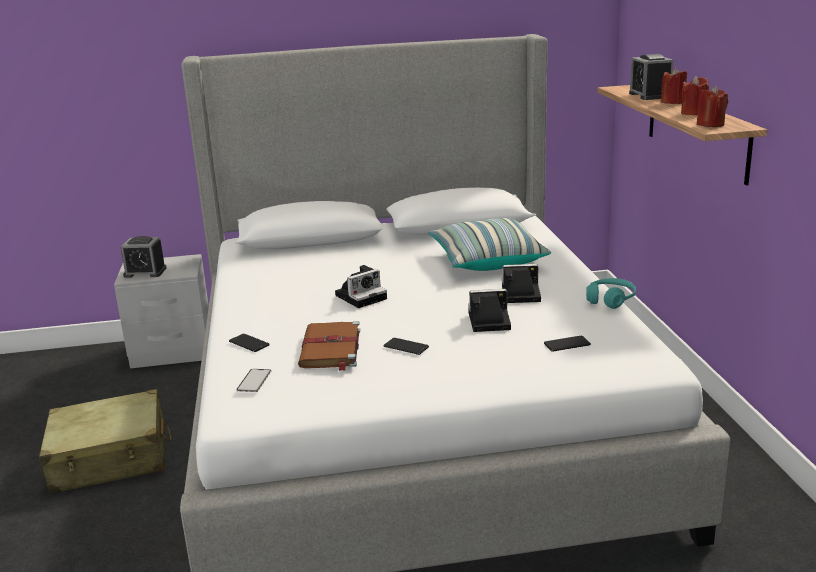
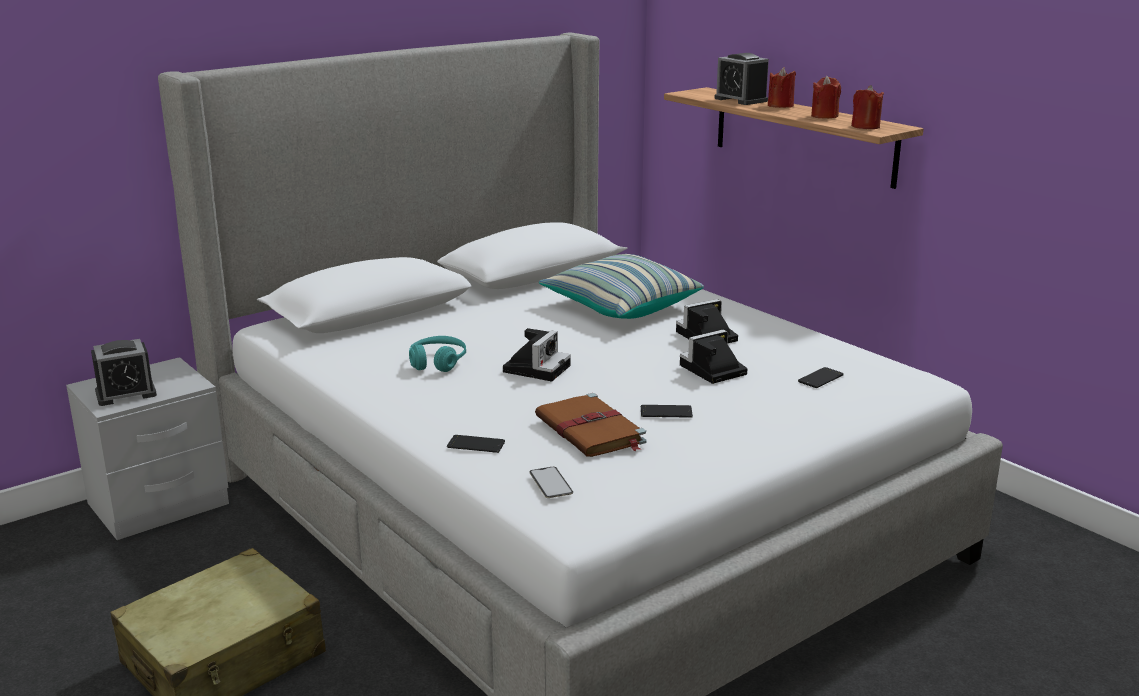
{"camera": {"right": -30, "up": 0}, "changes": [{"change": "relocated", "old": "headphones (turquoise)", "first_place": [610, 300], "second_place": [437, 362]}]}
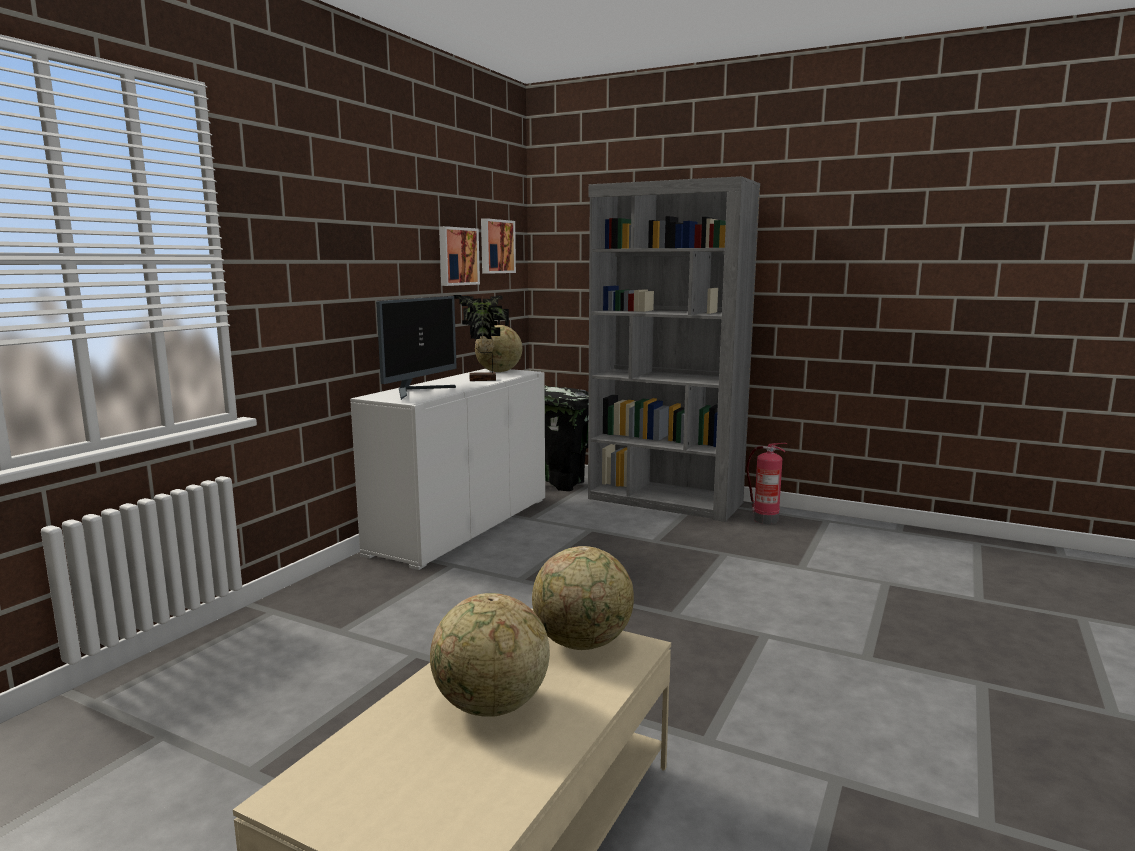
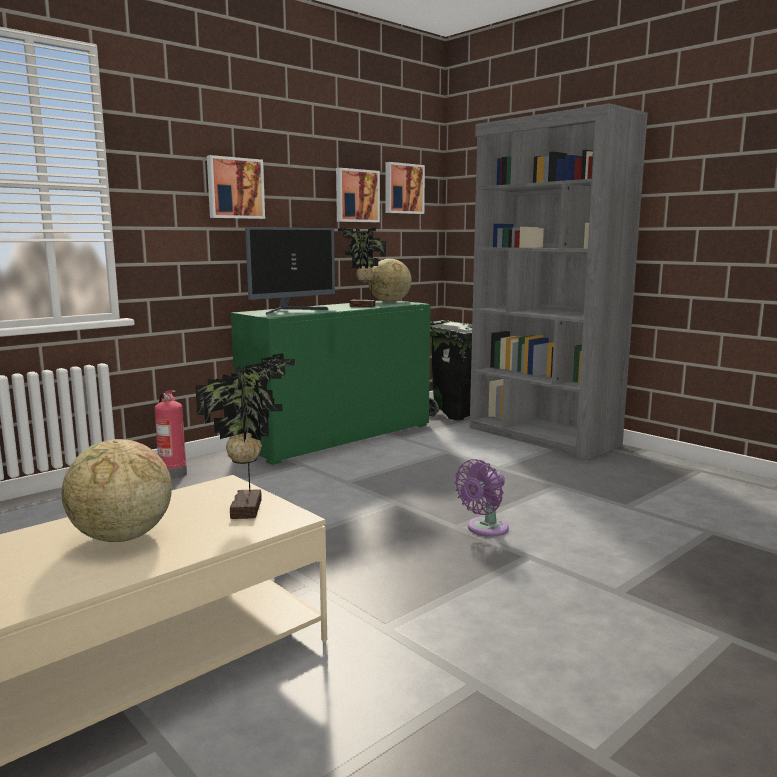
{"camera": {"right": 20, "up": 0}, "changes": [{"change": "colour", "old": "cabinet (white)", "new": "cabinet (green)", "first_place": [462, 525], "second_place": [338, 437]}, {"change": "relocated", "old": "fire extinguisher", "first_place": [764, 519], "second_place": [171, 474]}, {"change": "exchanged", "old": "globe", "new": "potted plant", "first_place": [583, 643], "second_place": [250, 509]}, {"change": "appeared", "new": "picture", "second_place": [235, 188]}, {"change": "appeared", "new": "fan (purple)", "second_place": [484, 529]}]}
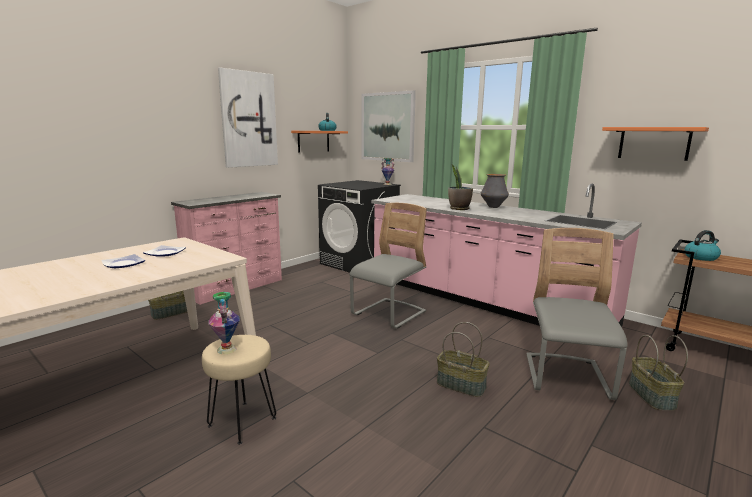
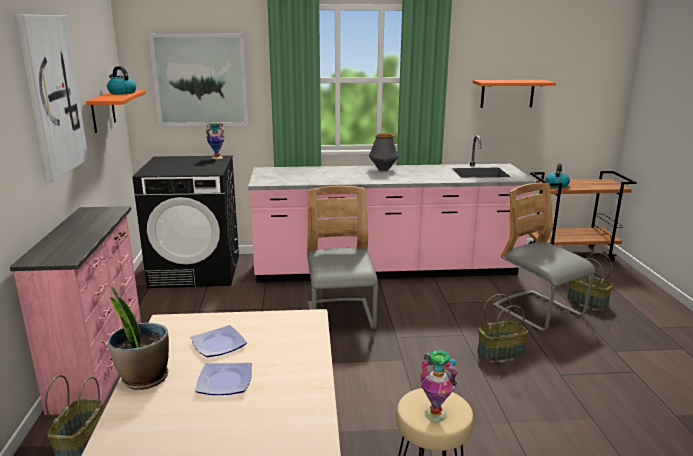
{"camera": {"right": -45, "up": 5}, "changes": [{"change": "relocated", "old": "potted plant", "first_place": [459, 209], "second_place": [144, 378]}]}
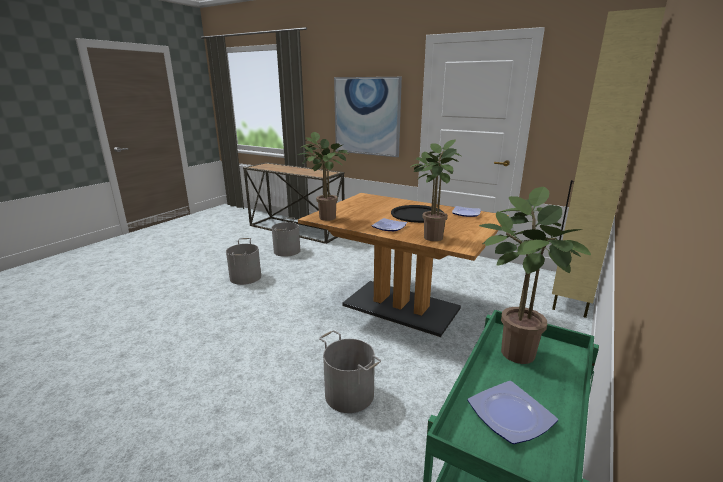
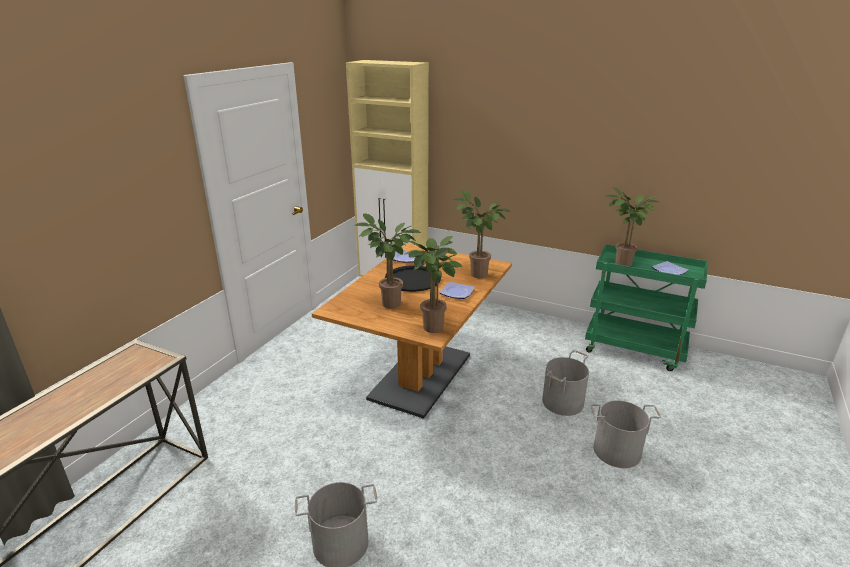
{"camera": {"right": -95, "up": 5}, "changes": [{"change": "missing", "old": "picture", "first_place": [367, 116]}, {"change": "relocated", "old": "bucket (grey)", "first_place": [287, 251], "second_place": [616, 450]}, {"change": "appeared", "new": "potted plant", "second_place": [388, 305]}]}
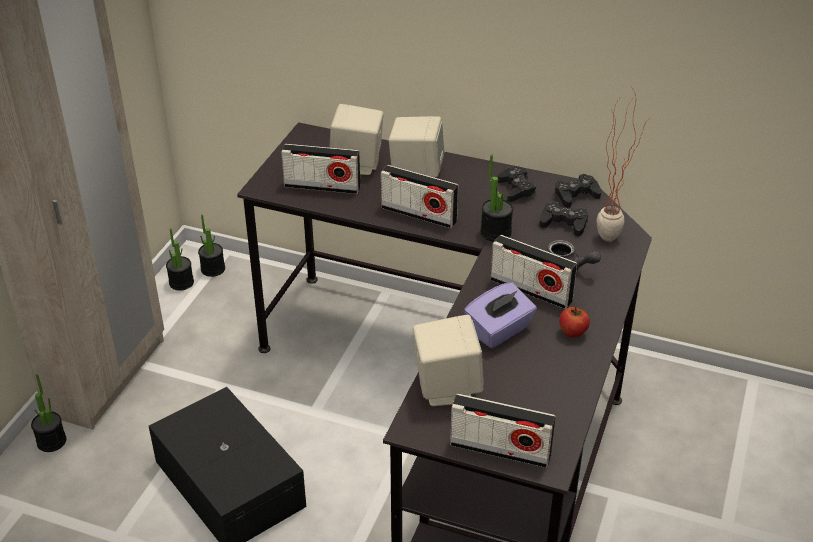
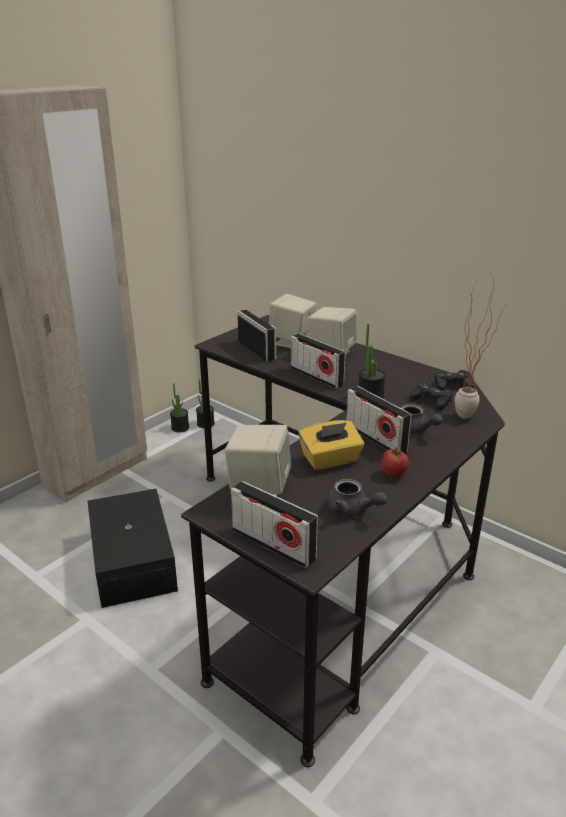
{"camera": {"right": 20, "up": -10}, "changes": [{"change": "spun", "old": "radio", "first_place": [322, 187], "second_place": [256, 350], "degrees": -150}, {"change": "missing", "old": "game controller (black)", "first_place": [516, 189]}, {"change": "colour", "old": "tissue box (purple)", "new": "tissue box (yellow)", "first_place": [499, 331], "second_place": [330, 460]}, {"change": "missing", "old": "potted plant", "first_place": [51, 441]}, {"change": "appeared", "new": "teapot (grey)", "second_place": [352, 510]}]}
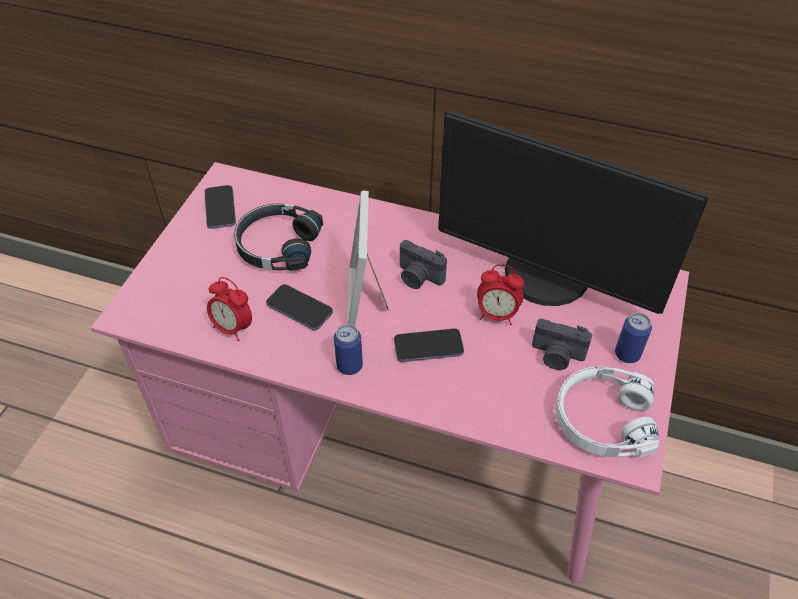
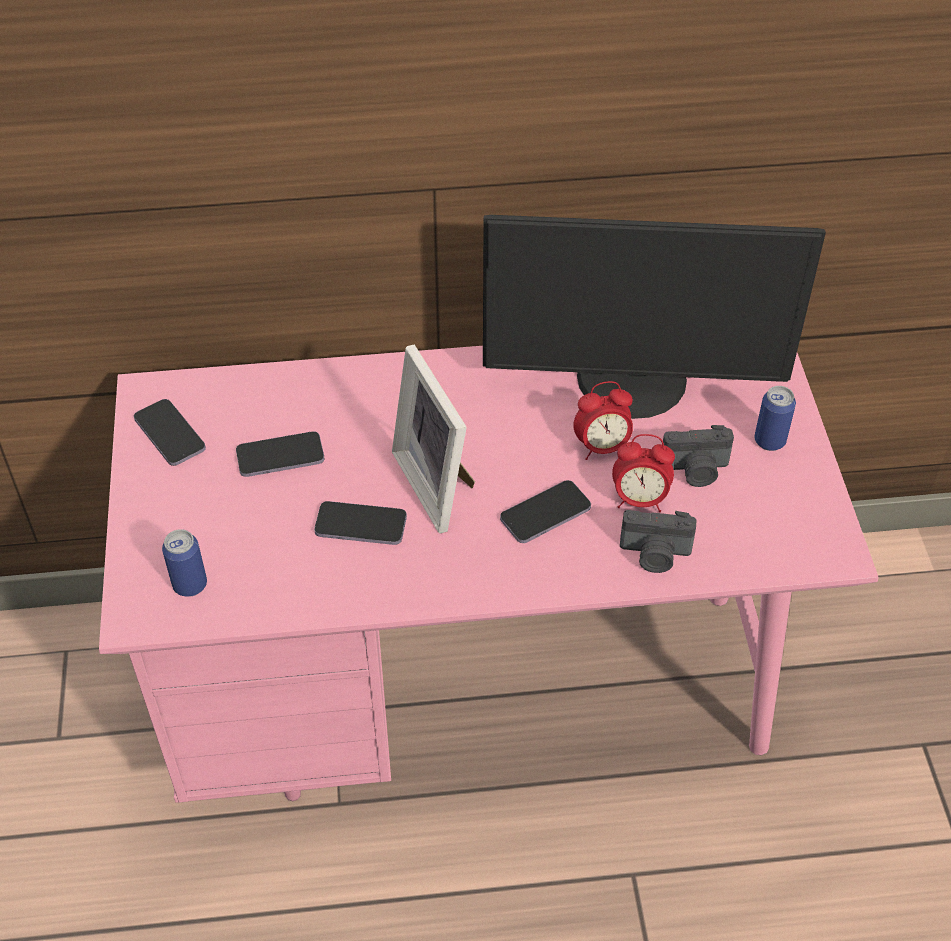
{"camera": {"right": -25, "up": 0}, "changes": [{"change": "exchanged", "old": "headphones (black)", "new": "phone", "first_place": [277, 245], "second_place": [280, 456]}, {"change": "relocated", "old": "photo camera", "first_place": [418, 277], "second_place": [654, 555]}, {"change": "relocated", "old": "alarm clock", "first_place": [233, 328], "second_place": [639, 500]}, {"change": "relocated", "old": "can", "first_place": [349, 366], "second_place": [190, 585]}, {"change": "missing", "old": "headphones (white)", "first_place": [602, 419]}]}
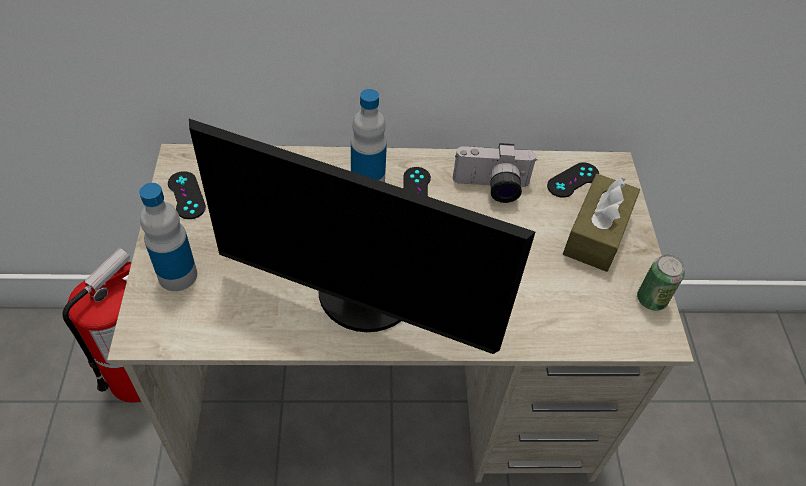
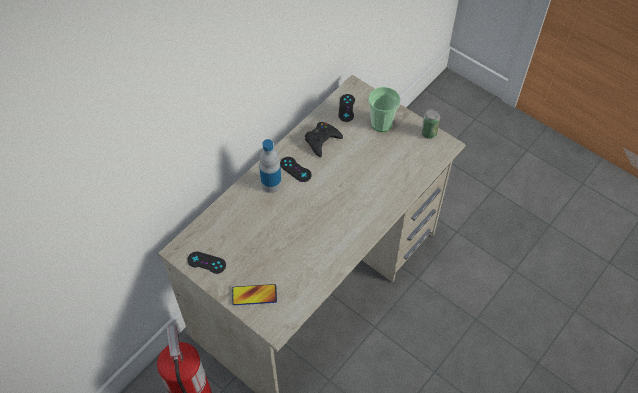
{"camera": {"right": -45, "up": 5}, "changes": [{"change": "missing", "old": "monitor", "first_place": [363, 299]}, {"change": "exchanged", "old": "photo camera", "new": "game controller (black)", "first_place": [491, 188], "second_place": [322, 140]}, {"change": "exchanged", "old": "tissue box (brown)", "new": "cup", "first_place": [596, 233], "second_place": [381, 123]}, {"change": "exchanged", "old": "bottle", "new": "phone", "first_place": [177, 275], "second_place": [254, 295]}]}
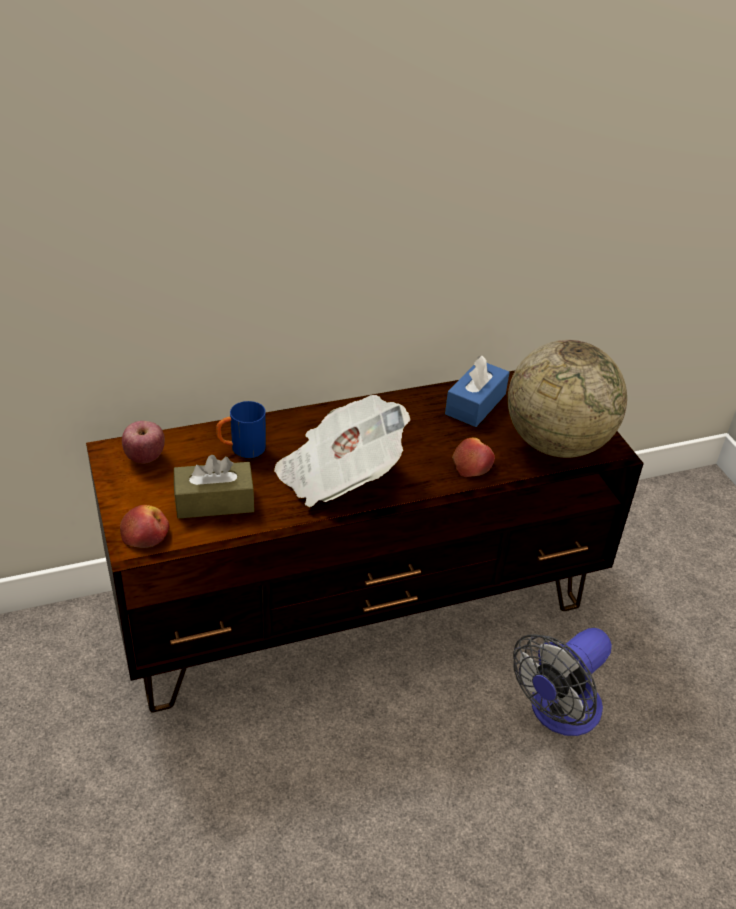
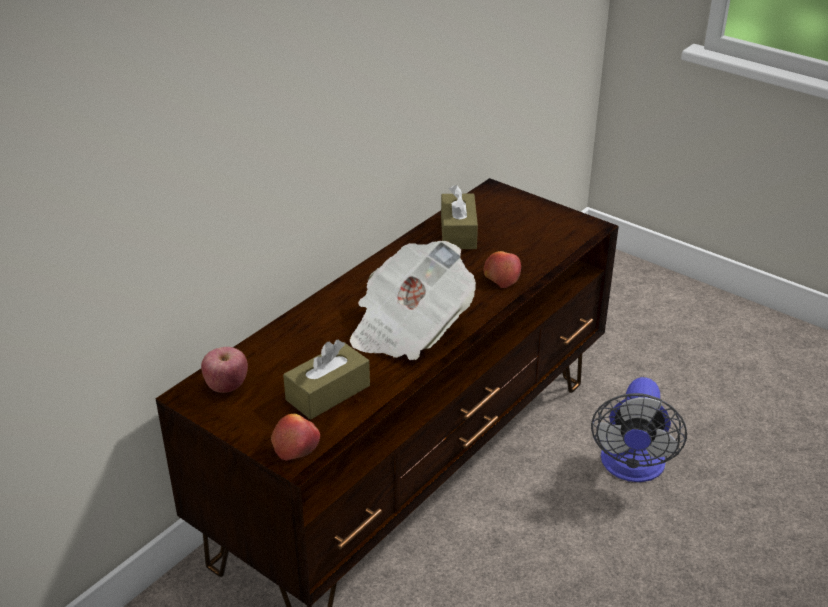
{"camera": {"right": -30, "up": -5}, "changes": [{"change": "missing", "old": "globe", "first_place": [556, 443]}, {"change": "colour", "old": "tissue box (blue)", "new": "tissue box (brown)", "first_place": [475, 404], "second_place": [458, 232]}, {"change": "missing", "old": "mug (blue)", "first_place": [241, 449]}]}
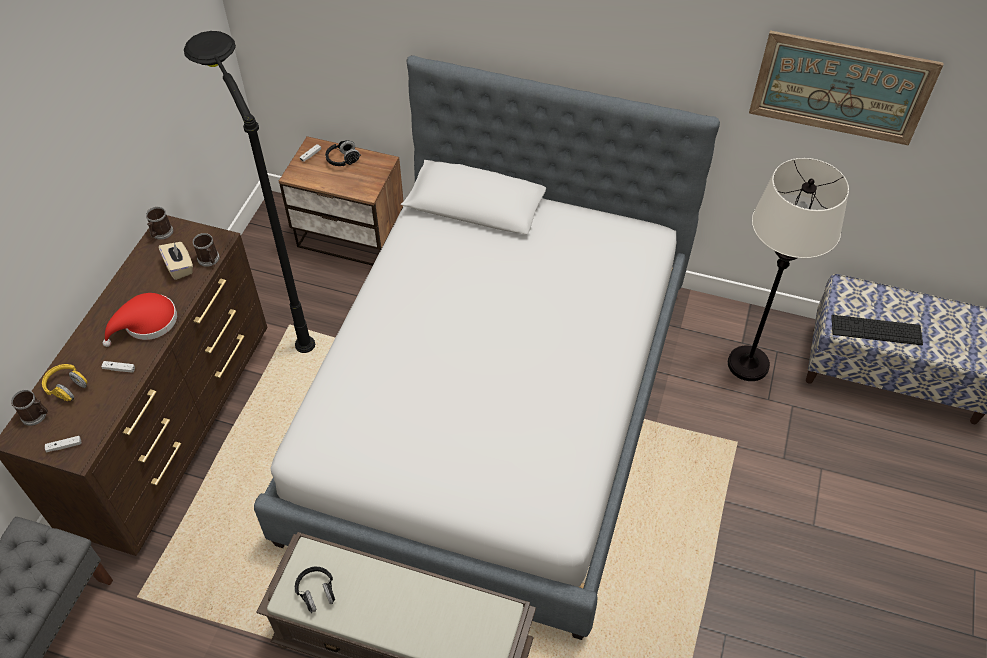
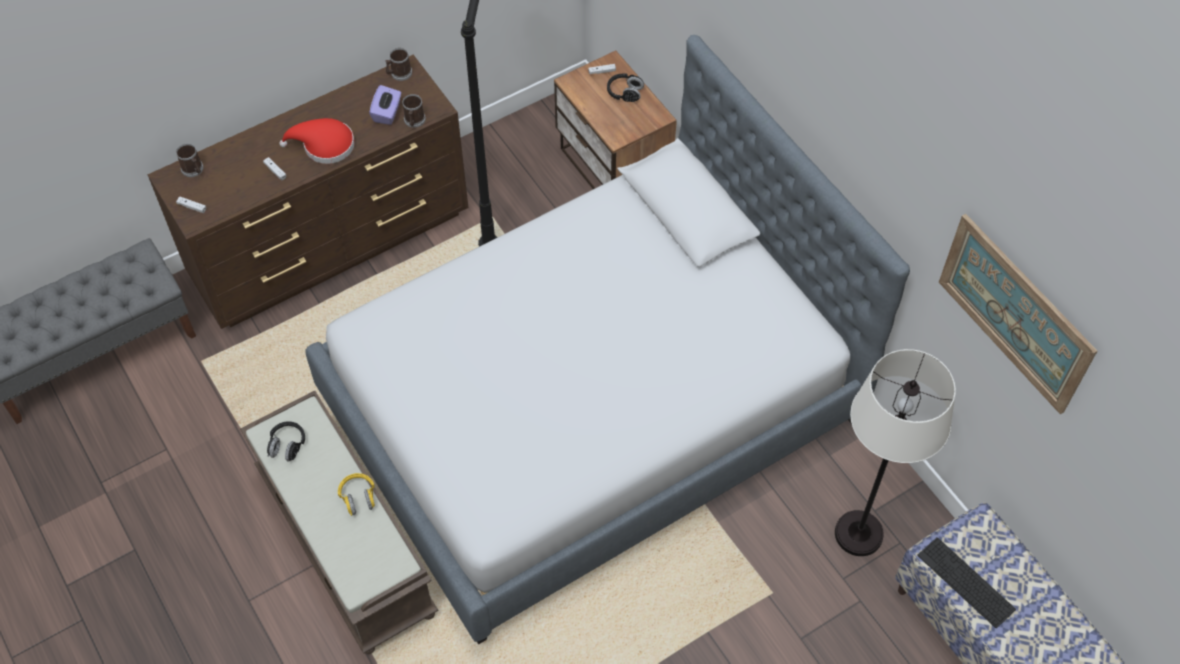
{"camera": {"right": 40, "up": 5}, "changes": [{"change": "colour", "old": "tissue box (beige)", "new": "tissue box (purple)", "first_place": [179, 267], "second_place": [387, 113]}, {"change": "relocated", "old": "headphones (yellow)", "first_place": [67, 388], "second_place": [358, 498]}]}
